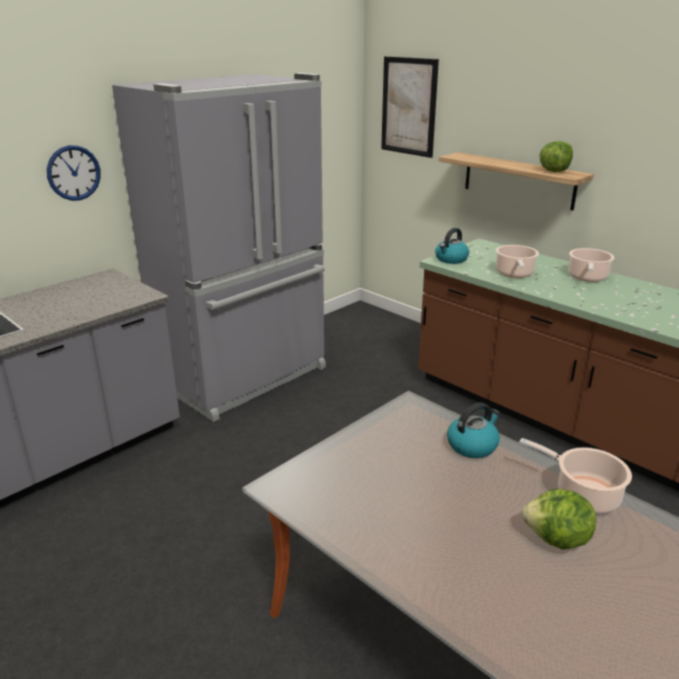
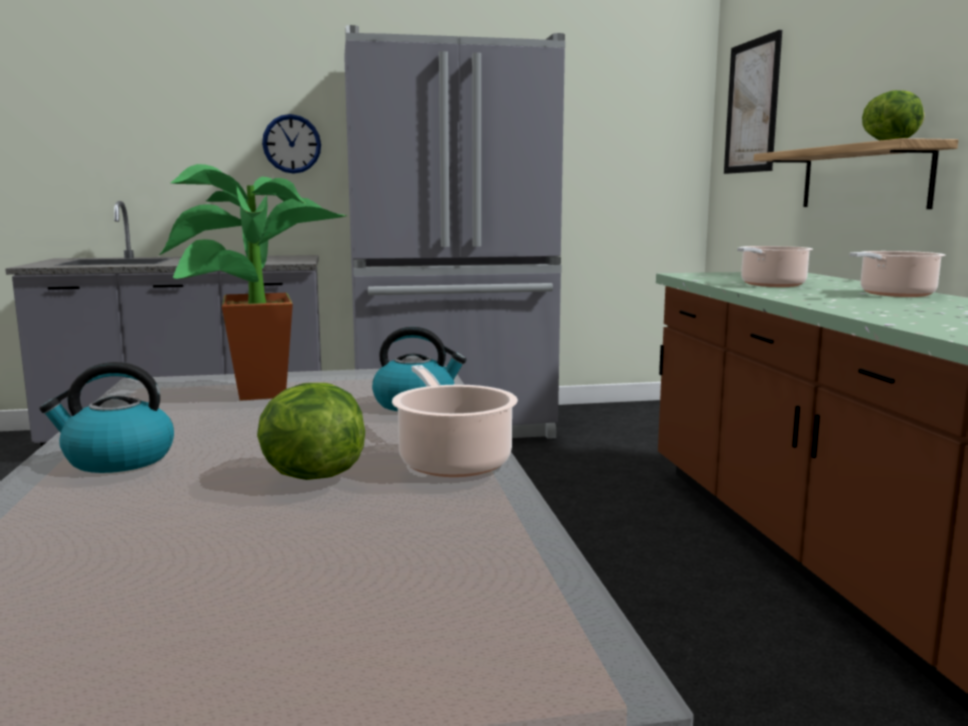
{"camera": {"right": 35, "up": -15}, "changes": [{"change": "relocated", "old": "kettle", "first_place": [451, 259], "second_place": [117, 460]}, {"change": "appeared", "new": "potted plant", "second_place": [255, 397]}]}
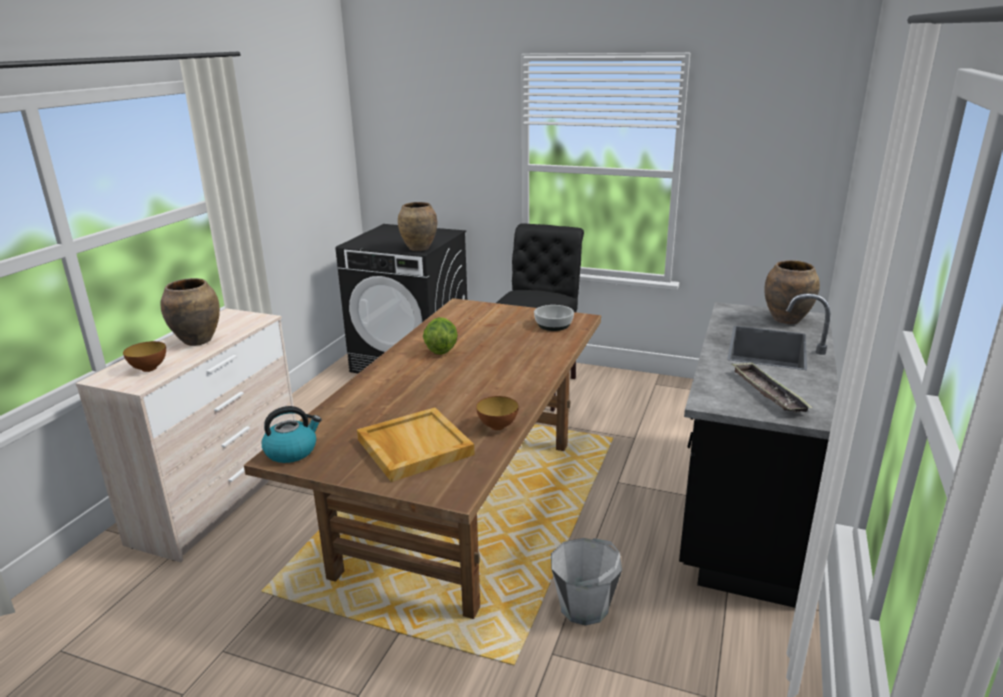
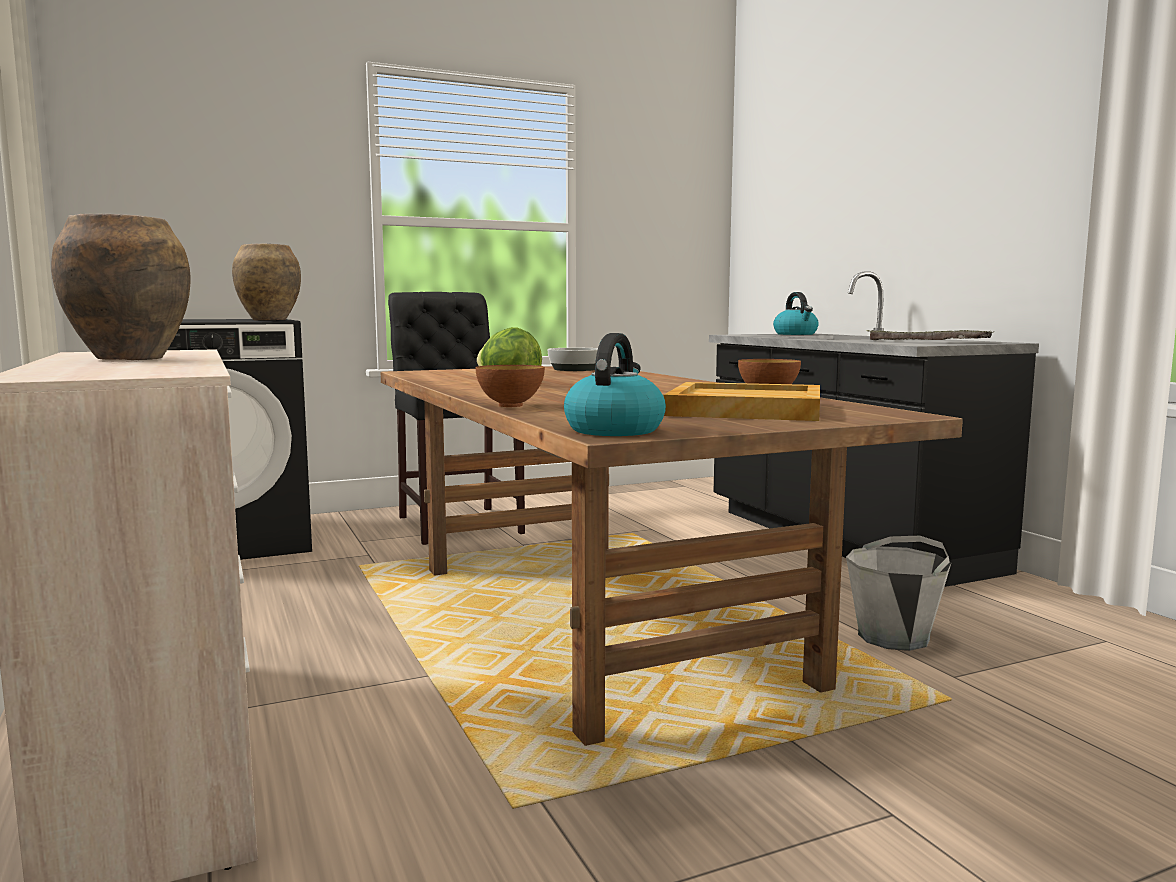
{"camera": {"right": -45, "up": -15}, "changes": [{"change": "exchanged", "old": "vase (brown)", "new": "kettle", "first_place": [787, 320], "second_place": [796, 334]}, {"change": "relocated", "old": "bowl", "first_place": [149, 369], "second_place": [510, 405]}]}
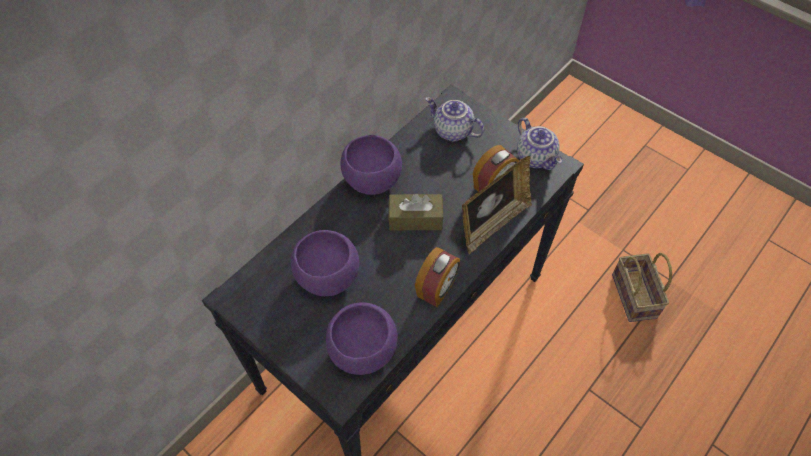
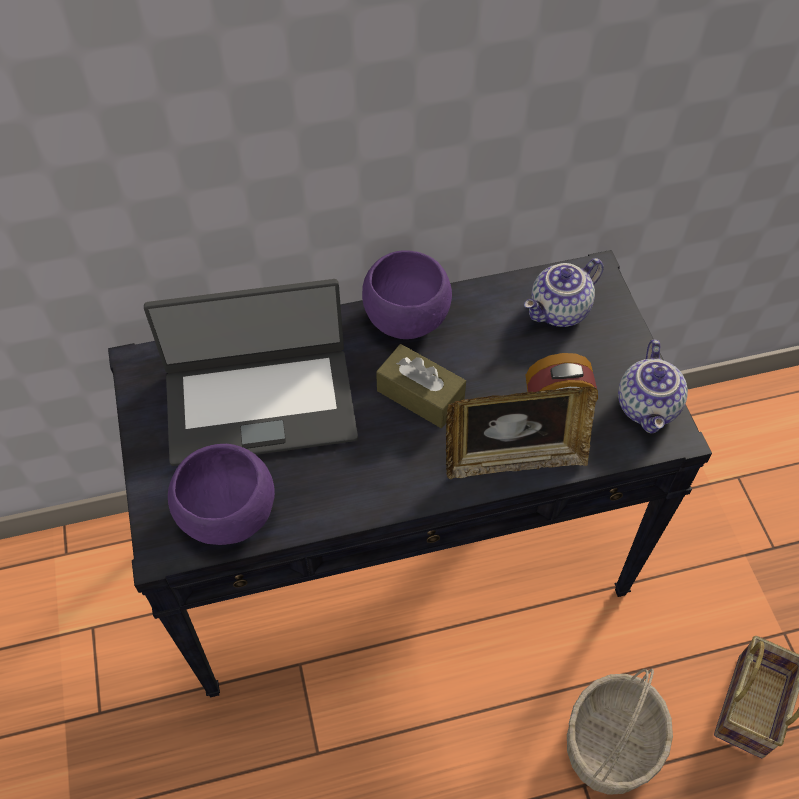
{"camera": {"right": 35, "up": 0}, "changes": [{"change": "spun", "old": "teapot", "first_place": [452, 132], "second_place": [560, 312], "degrees": -105}, {"change": "exchanged", "old": "bowl (purple)", "new": "laptop", "first_place": [328, 276], "second_place": [260, 403]}, {"change": "missing", "old": "alarm clock", "first_place": [437, 289]}, {"change": "appeared", "new": "basket", "second_place": [610, 743]}]}
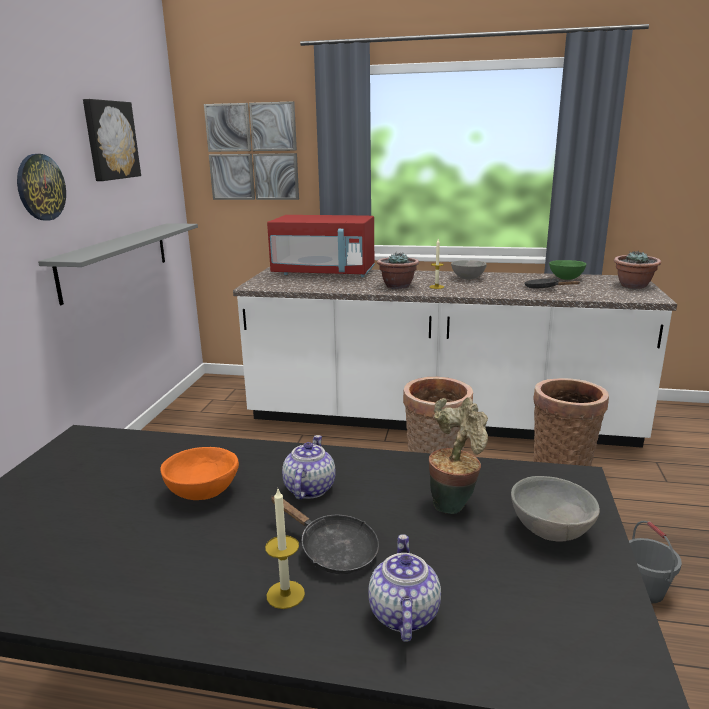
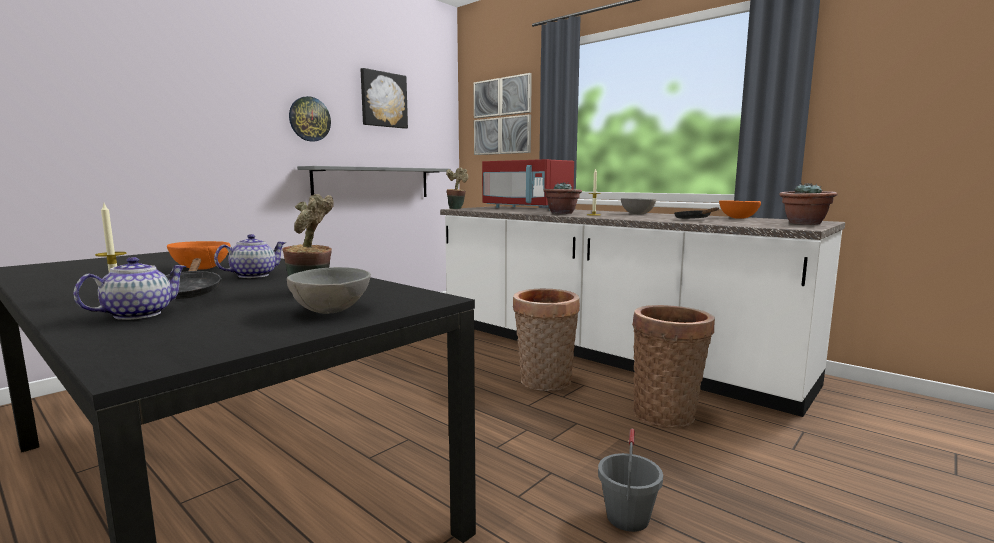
{"camera": {"right": 30, "up": -10}, "changes": [{"change": "colour", "old": "bowl (green)", "new": "bowl (orange)", "first_place": [565, 279], "second_place": [737, 218]}, {"change": "appeared", "new": "potted plant", "second_place": [457, 208]}]}
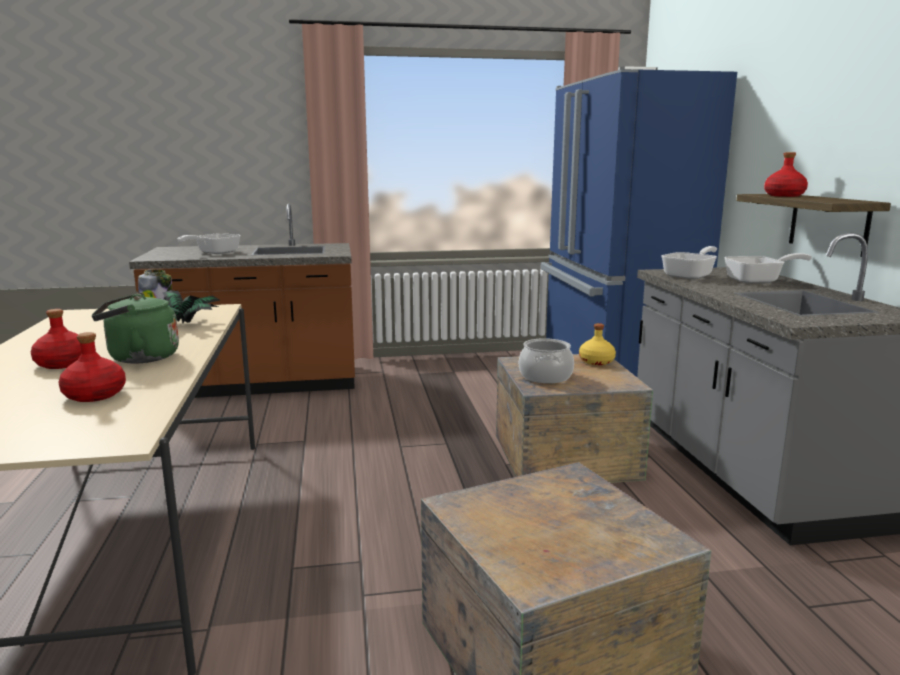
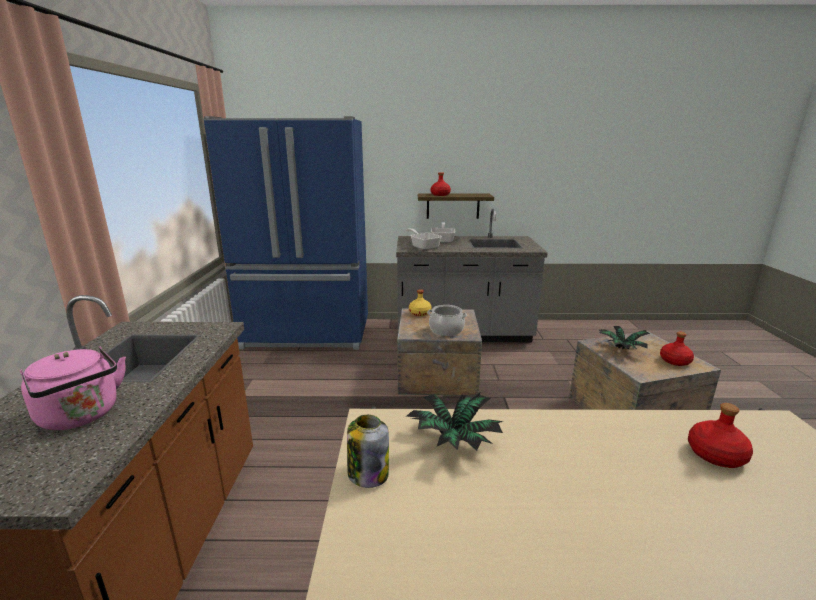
{"camera": {"right": -80, "up": 5}, "changes": [{"change": "exchanged", "old": "frying pan", "new": "kettle (pink)", "first_place": [214, 253], "second_place": [82, 416]}, {"change": "missing", "old": "kettle (green)", "first_place": [139, 358]}, {"change": "relocated", "old": "bottle (red)", "first_place": [63, 363], "second_place": [674, 361]}, {"change": "appeared", "new": "potted plant", "second_place": [621, 350]}]}
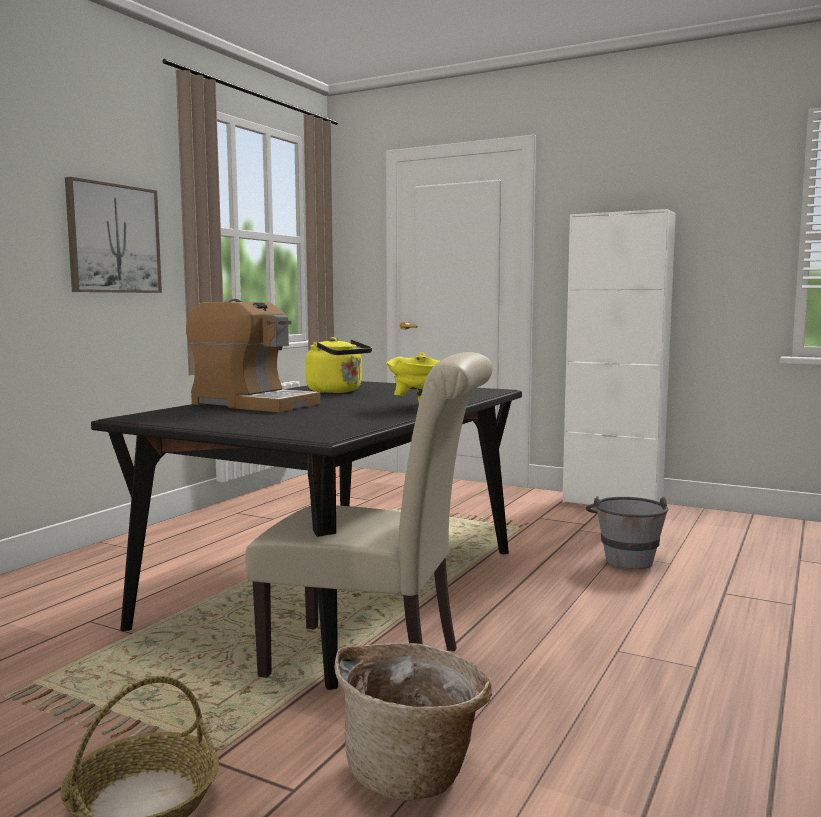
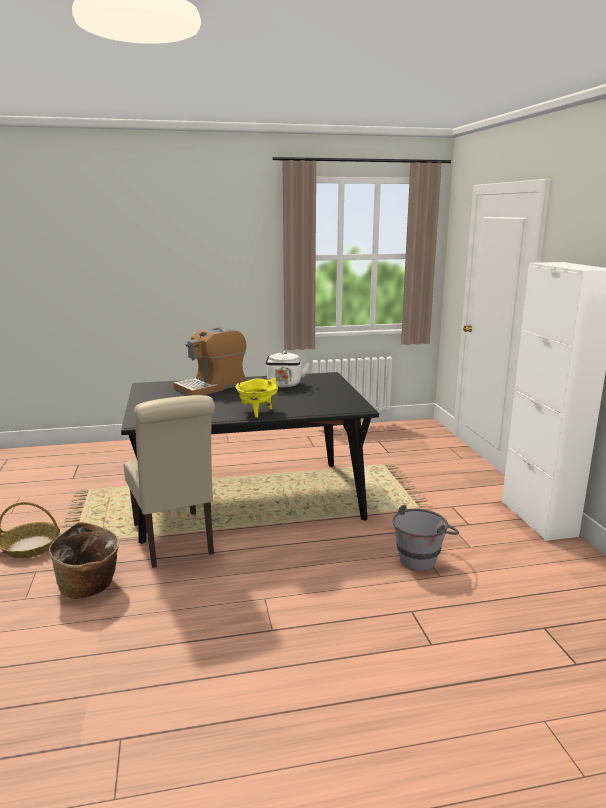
{"camera": {"right": 50, "up": 10}, "changes": [{"change": "missing", "old": "picture", "first_place": [113, 239]}, {"change": "spun", "old": "coffee machine", "first_place": [253, 404], "second_place": [212, 387], "degrees": 60}, {"change": "colour", "old": "kettle (yellow)", "new": "kettle (white)", "first_place": [337, 391], "second_place": [284, 385]}]}
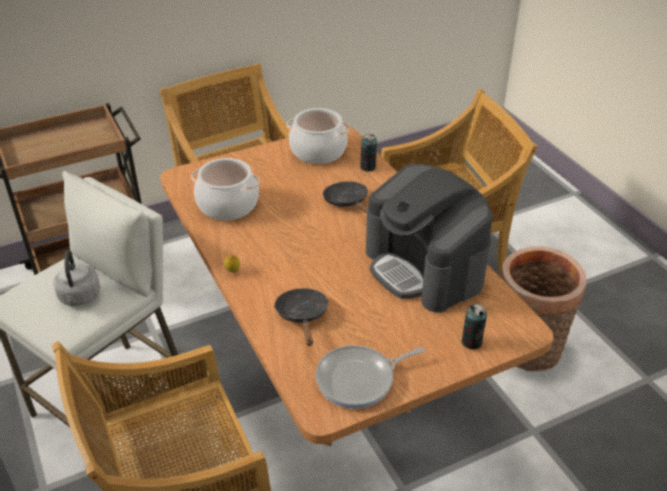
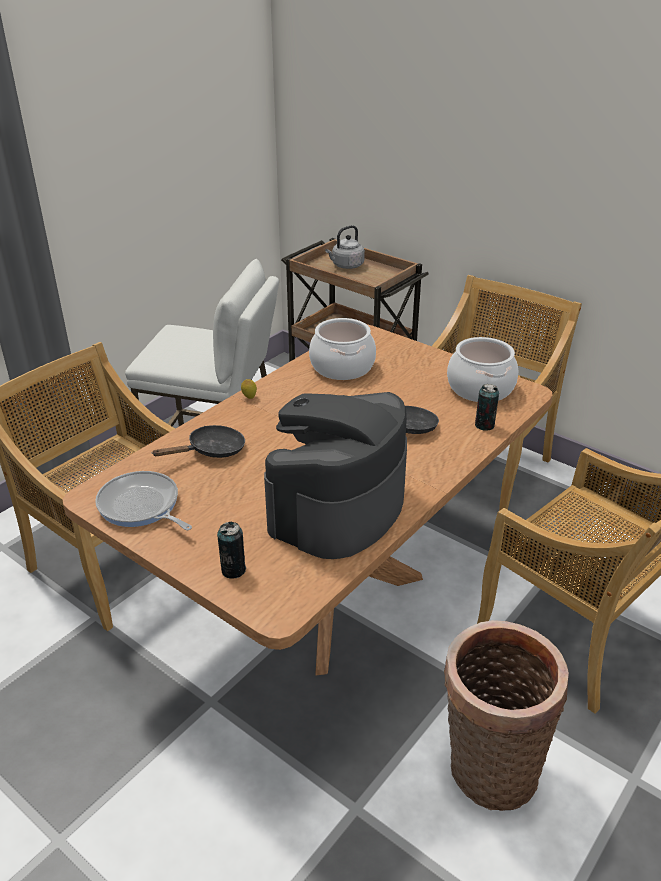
{"camera": {"right": 65, "up": -5}, "changes": [{"change": "relocated", "old": "kettle (grey)", "first_place": [79, 297], "second_place": [346, 266]}]}
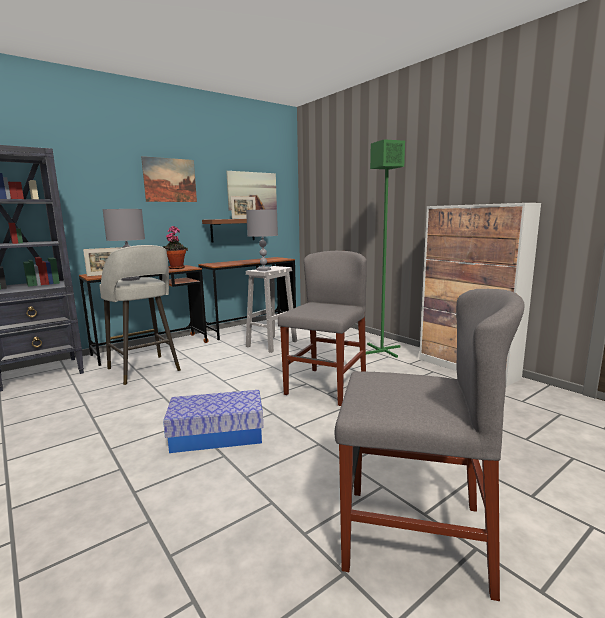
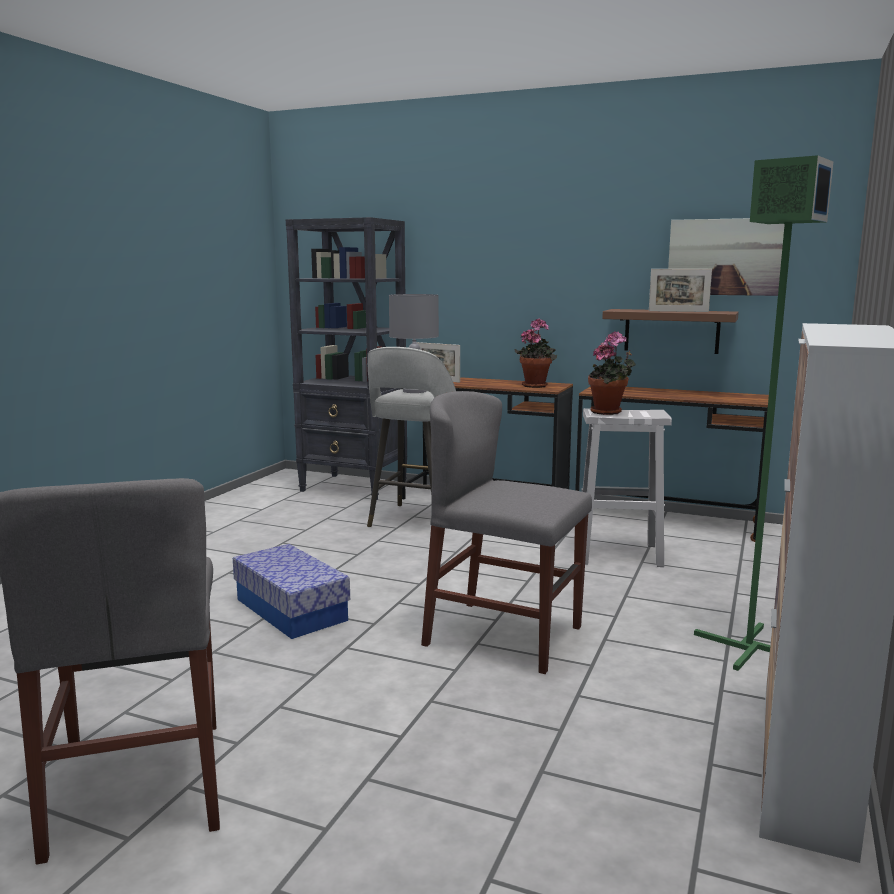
{"camera": {"right": 60, "up": 0}, "changes": [{"change": "missing", "old": "picture", "first_place": [170, 180]}, {"change": "exchanged", "old": "table lamp (grey)", "new": "potted plant", "first_place": [264, 269], "second_place": [609, 412]}, {"change": "spun", "old": "chair (grey)", "first_place": [326, 386], "second_place": [504, 636], "degrees": -150}]}
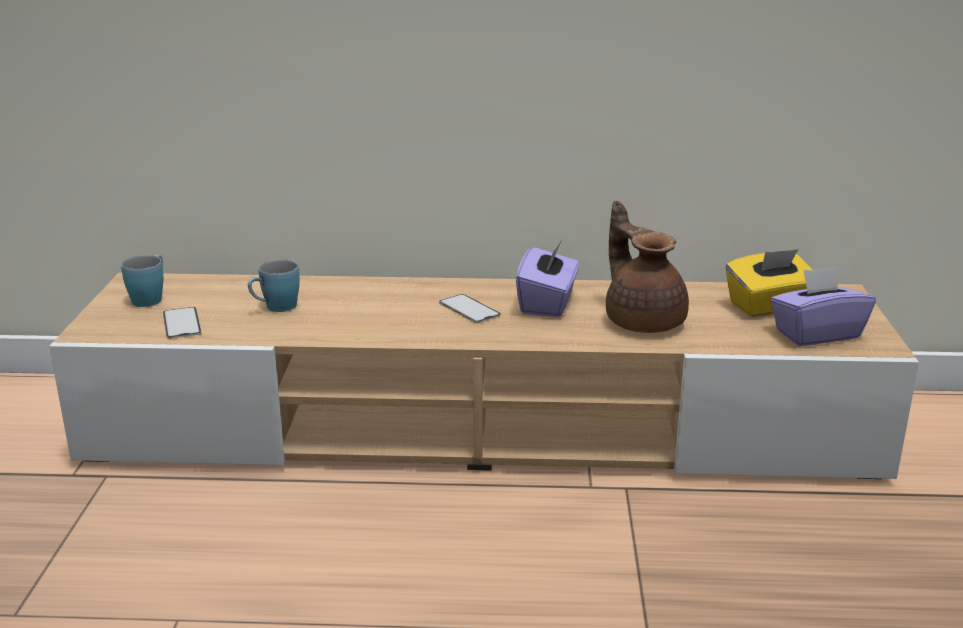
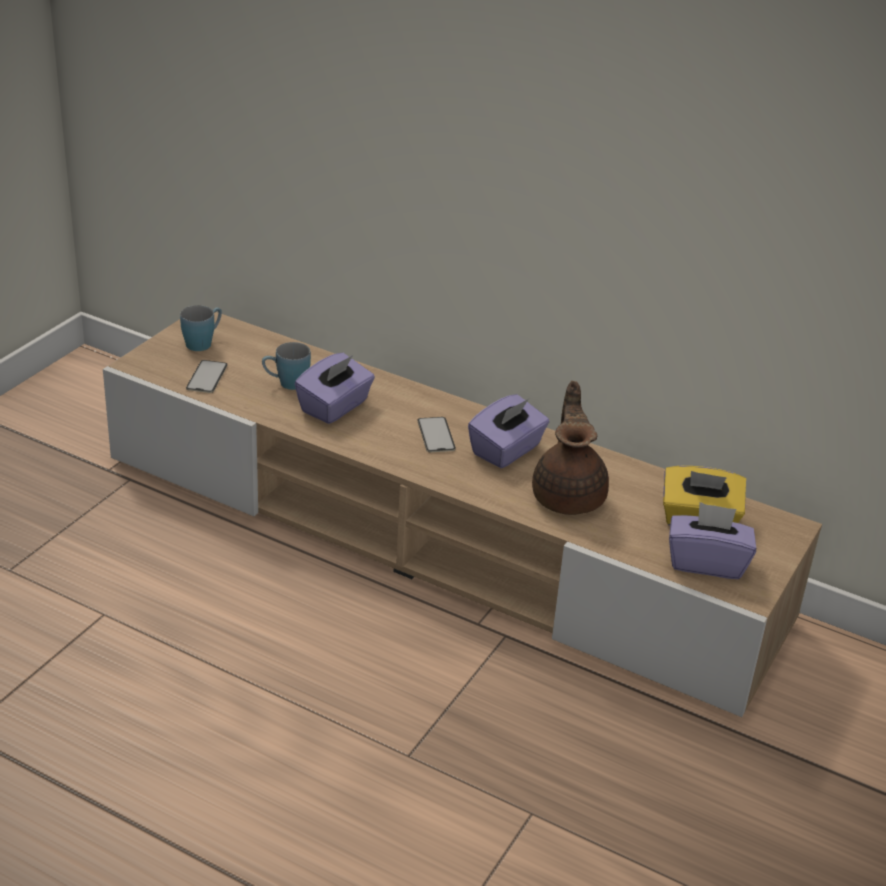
{"camera": {"right": 25, "up": 10}, "changes": [{"change": "appeared", "new": "tissue box (purple)", "second_place": [335, 407]}]}
